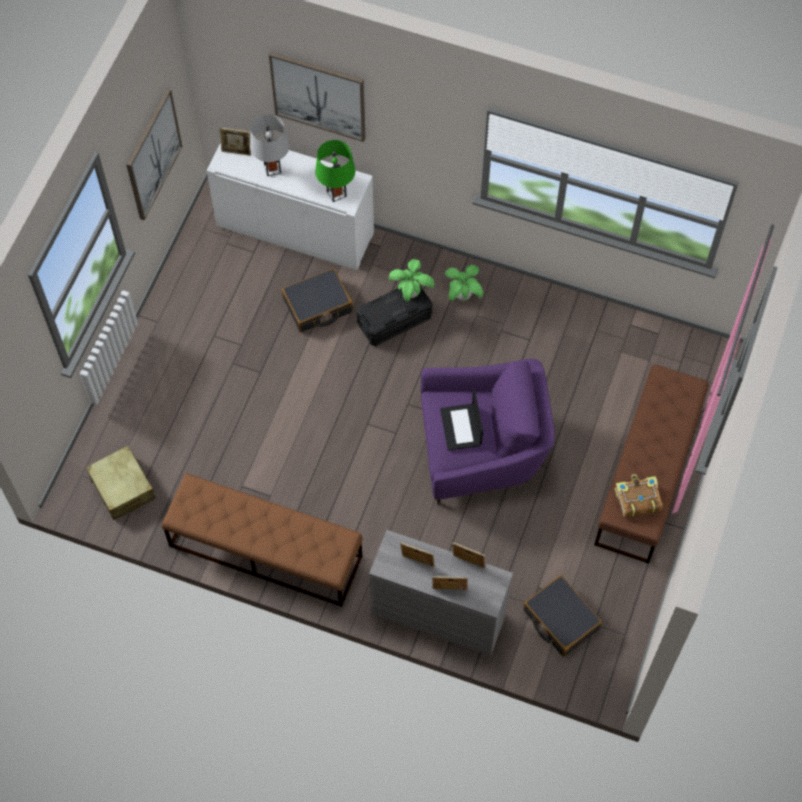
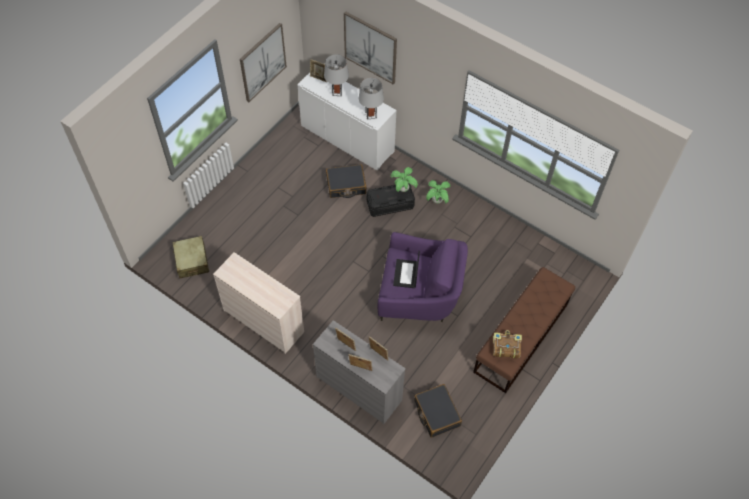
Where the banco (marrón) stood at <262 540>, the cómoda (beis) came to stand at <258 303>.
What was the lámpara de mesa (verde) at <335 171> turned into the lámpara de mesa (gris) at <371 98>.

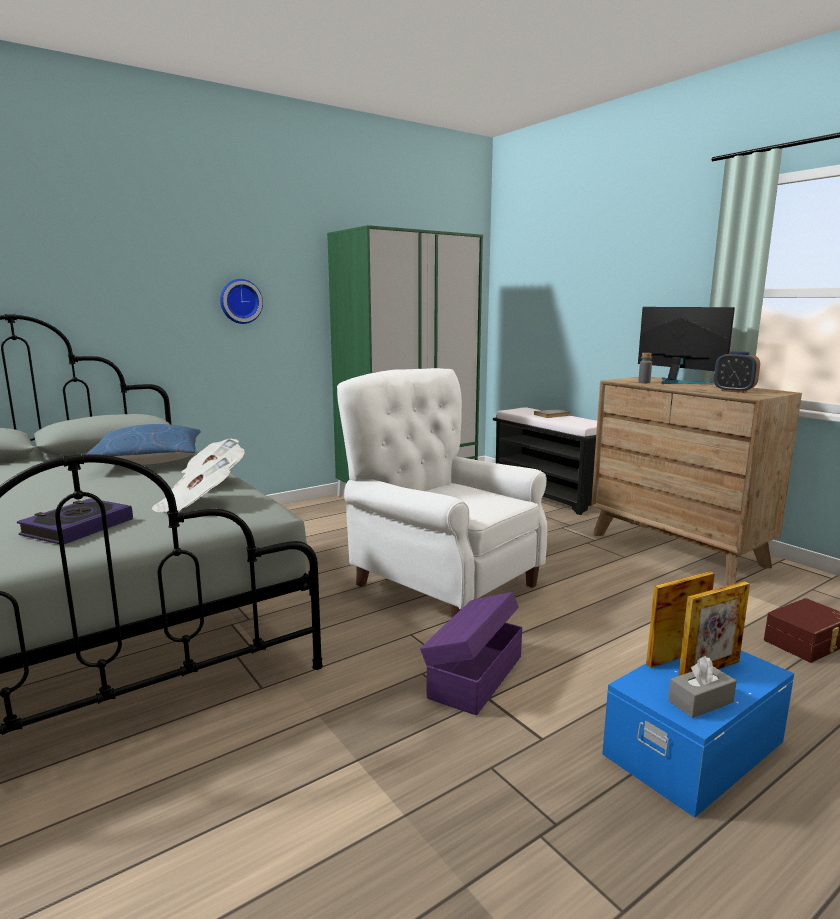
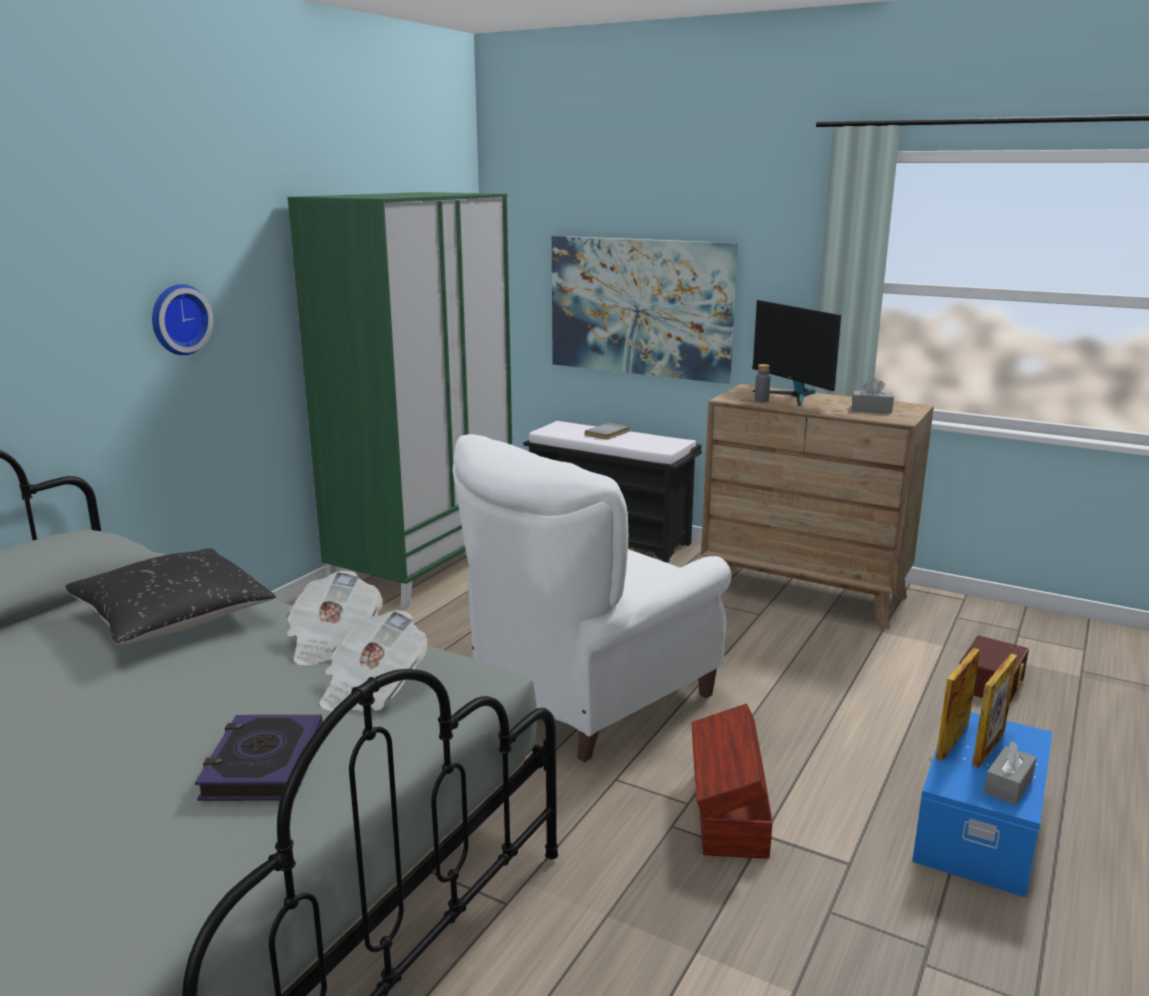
What was the cojín (azul) at <143 444> turned into the cojín (negro) at <171 596>.
The sillón (blanco) at <442 492> ended up facing another way, 60 degrees counterclockwise from before.
What was the caja de almacenaje (morado) at <471 653> turned into the caja de almacenaje (marrón) at <732 781>.
The monitor at <686 345> ended up facing another way, 150 degrees counterclockwise from before.
Where the despertador stood at <737 372>, the caja de pañuelos (gris) came to stand at <873 396>.
The second view gained the cuadro at <645 310>.

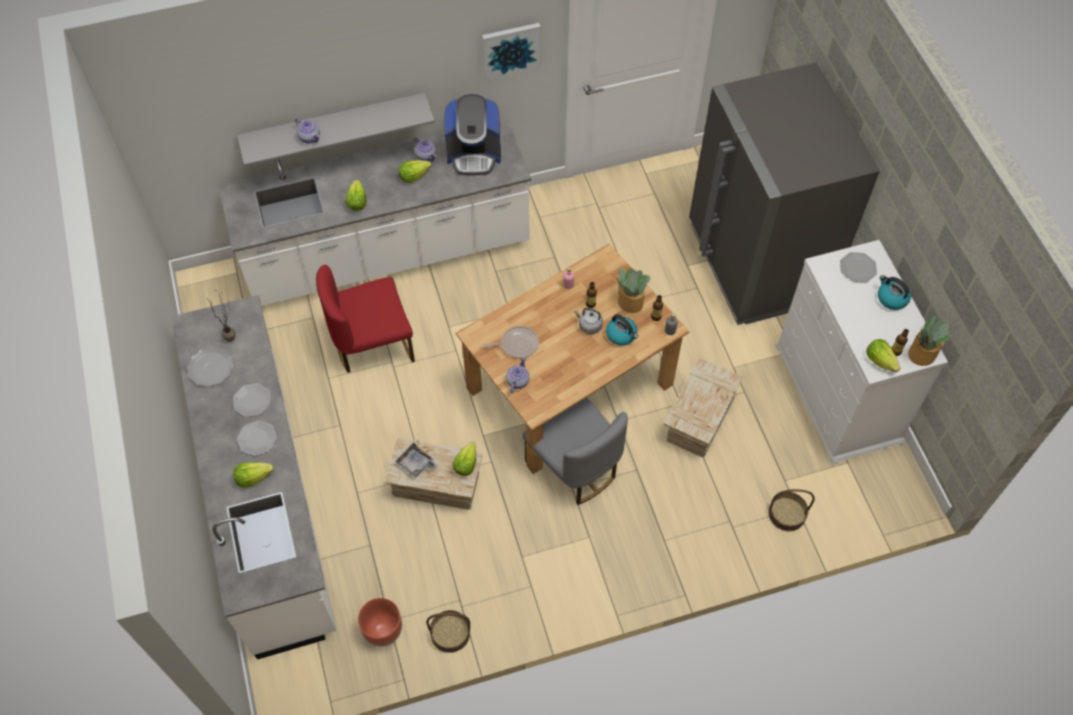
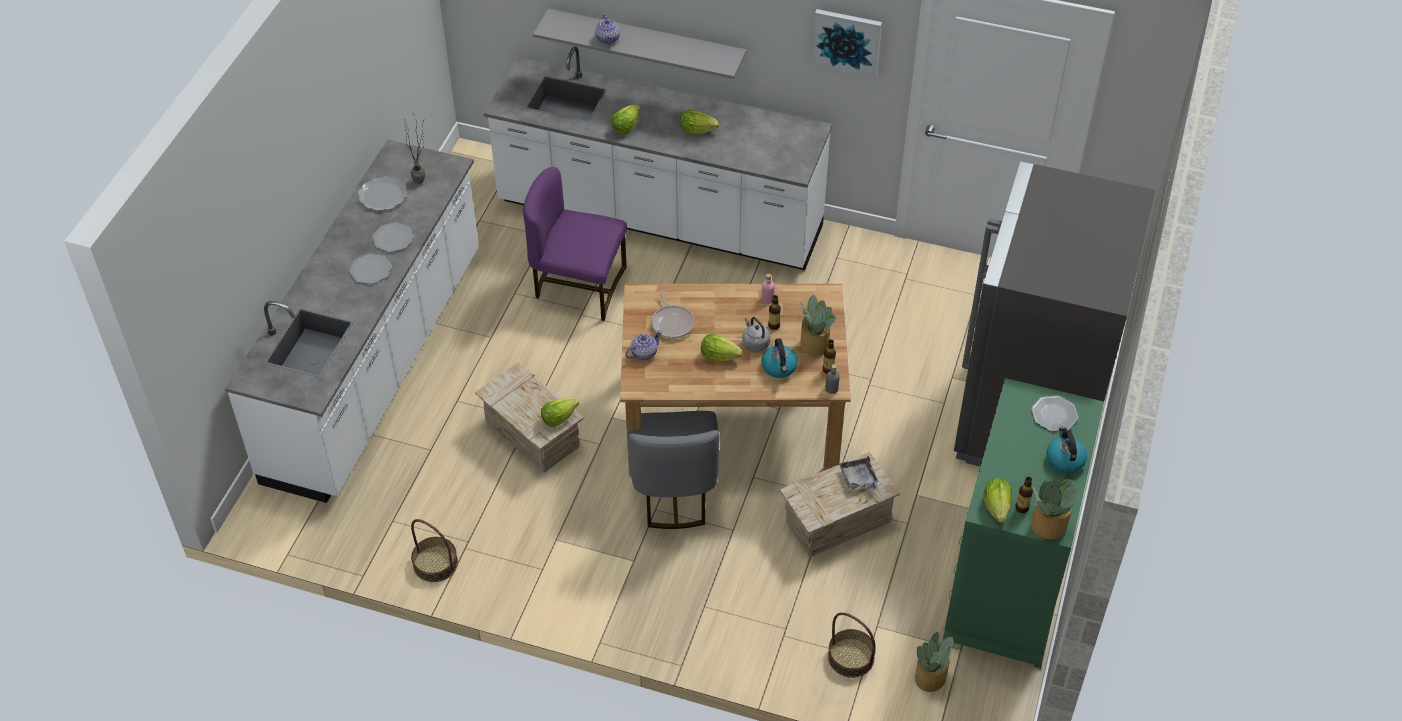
The lechuga ended up elsewhere, having gone from <253 475> to <722 347>.
What was the silla (rojo) at <365 319> turned into the silla (morado) at <575 244>.
The second view lost the maceta (marrón) at <380 622>.
The bandeja (gris) ended up elsewhere, having gone from <416 460> to <859 474>.
The second view lost the tetera at <425 149>.
The second view lost the cafetera at <472 134>.
The sartén at <510 342> ended up facing another way, 45 degrees clockwise from before.
What was the cómoda (blanco) at <861 352> turned into the cómoda (verde) at <1023 523>.
The second view gained the planta en maceta at <934 661>.

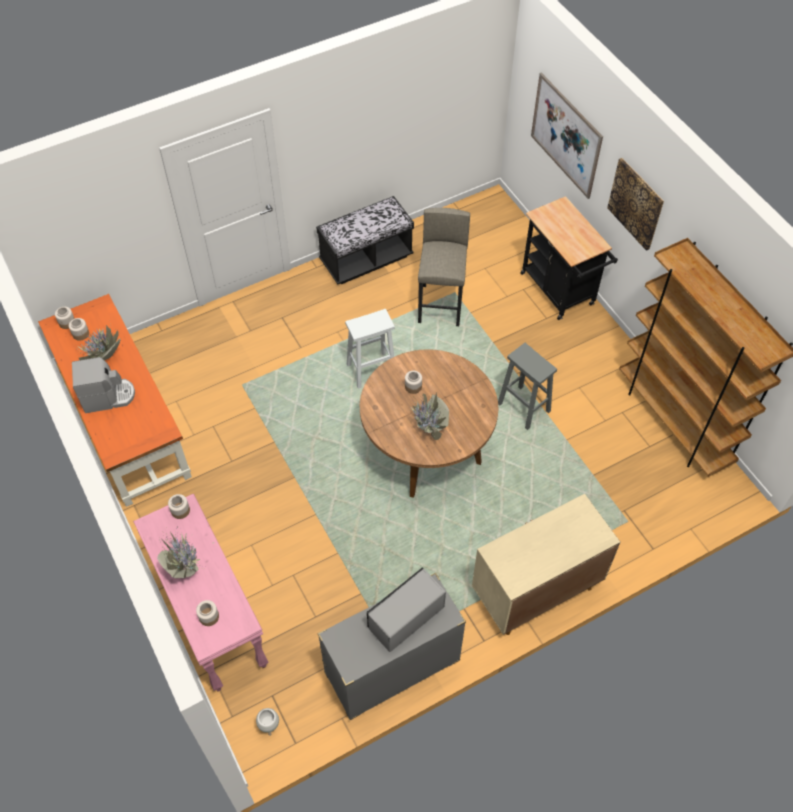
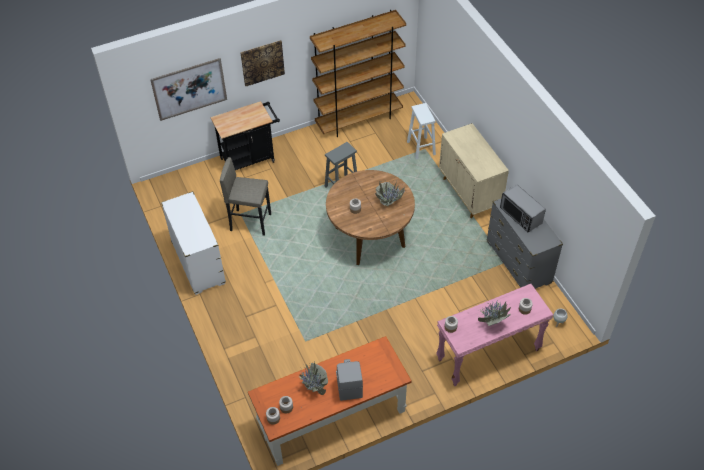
Where the banco (negro) stood at <365 240>, the cómoda (blanco) came to stand at <193 243>.
The taburete (blanco) ended up elsewhere, having gone from <370 349> to <421 131>.

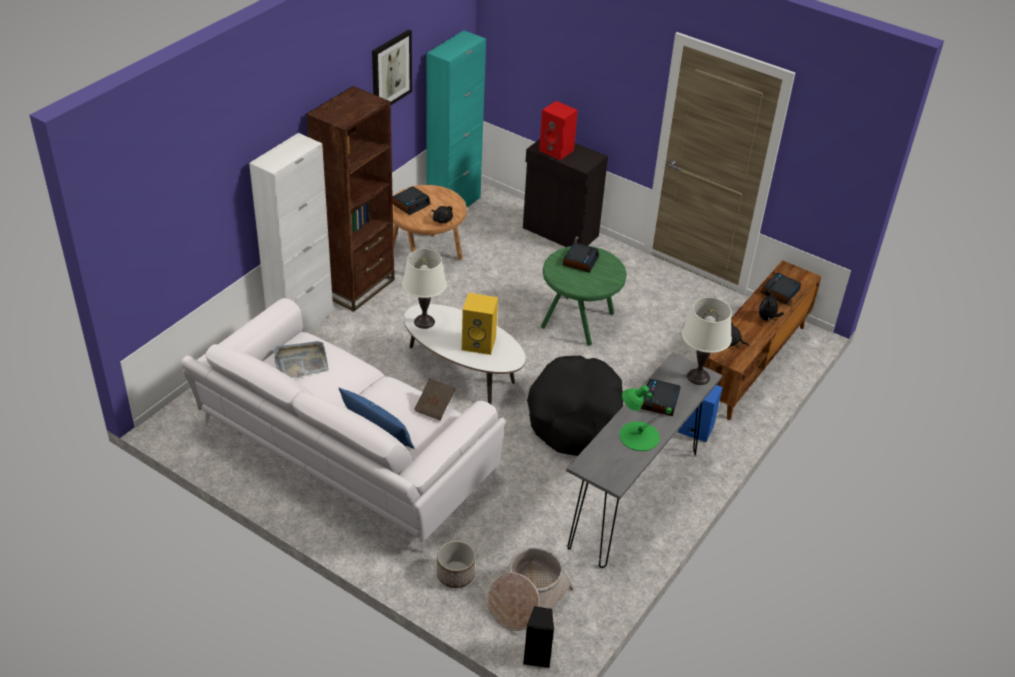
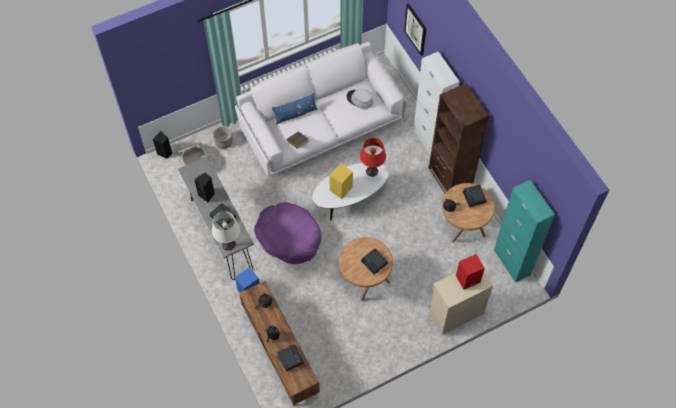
Where the bandeja (gris) stood at <301 359>, the sombrero (gris) came to stand at <360 99>.
The cuadro ended up elsewhere, having gone from <392 67> to <415 30>.
What was the lámpara de mesa (blanco) at <424 289> turned into the lámpara de mesa (rojo) at <373 157>.
What was the armario (negro) at <565 193> turned into the armario (beis) at <461 303>.
What was the cama para perro (negro) at <575 406> turned into the cama para perro (morado) at <288 233>.
What was the mesa auxiliar (verde) at <584 295> turned into the mesa auxiliar (marrón) at <366 269>.
Where the lámpara de mesa (verde) stood at <645 418>, the altavoz (negro) came to stand at <204 187>.

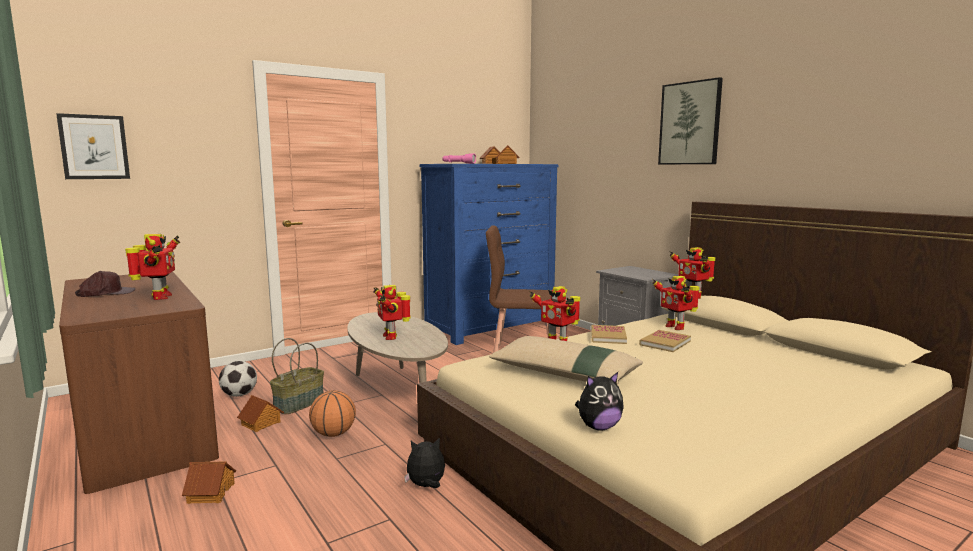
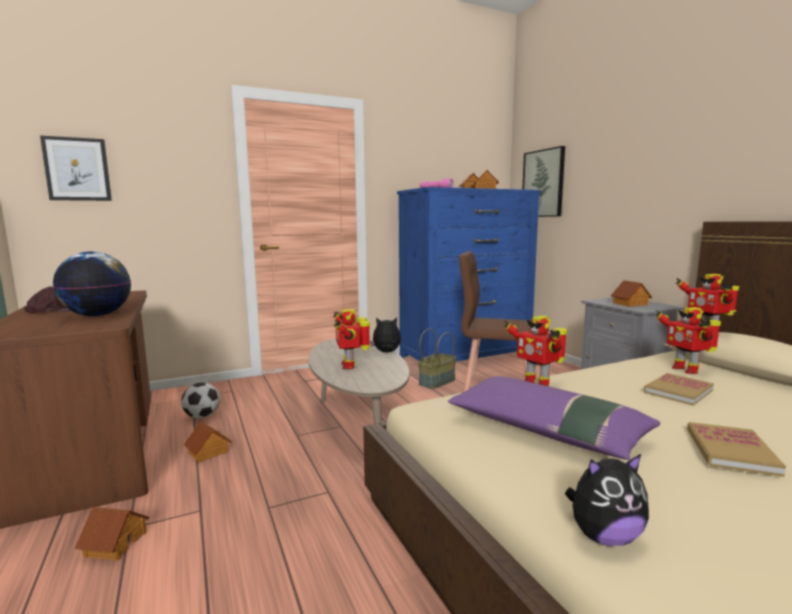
Where the robot de juguete stood at <153 267>, the globo terráqueo came to stand at <92 283>.
The cesta ended up elsewhere, having gone from <297 376> to <437 358>.
The second view lost the balón de baloncesto at <332 413>.
The peluche ended up elsewhere, having gone from <424 463> to <386 334>.
What was the cojín (beis) at <566 360> turned into the cojín (morado) at <554 418>.
The libro ended up elsewhere, having gone from <609 334> to <736 449>.
The cuadro ended up elsewhere, having gone from <690 120> to <543 181>.
The second view gained the casita at <631 293>.

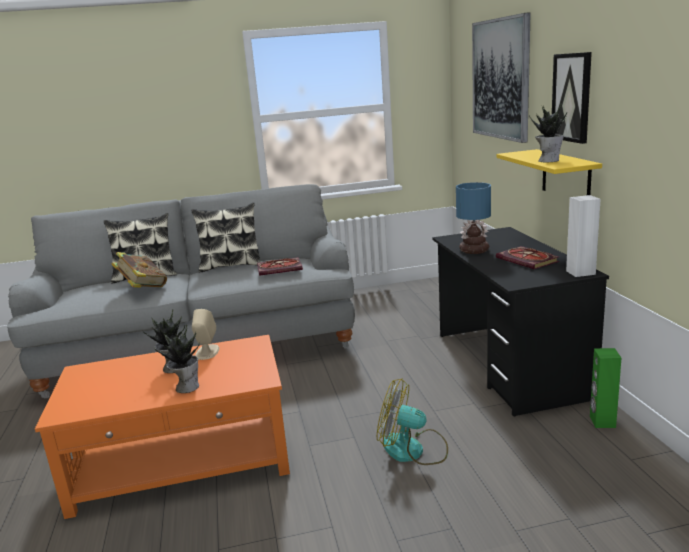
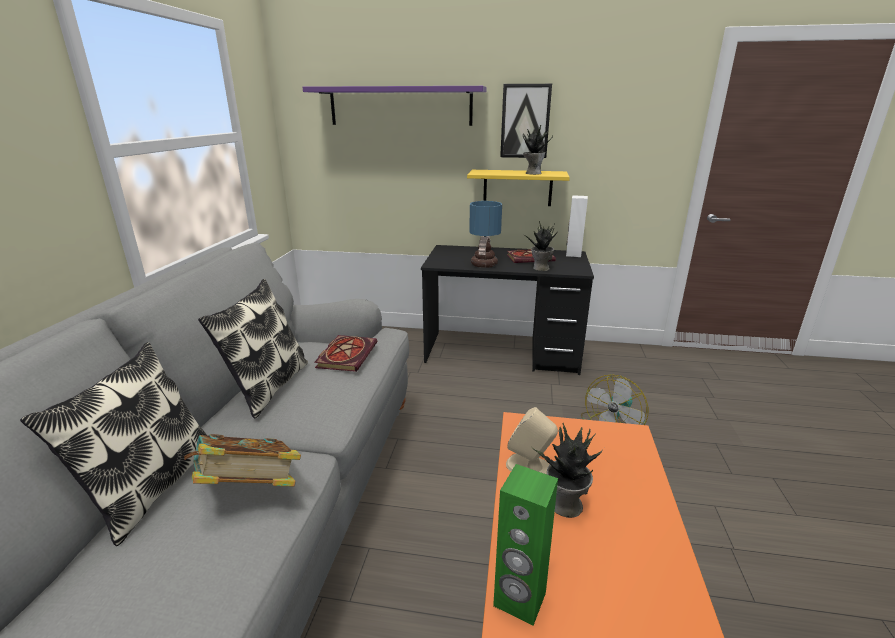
The planta en maceta ended up elsewhere, having gone from <177 359> to <542 246>.
Where the cuadro hung at <501 77>, the estante (morado) came to hang at <394 106>.
The altavoz (verde) ended up elsewhere, having gone from <605 388> to <525 545>.

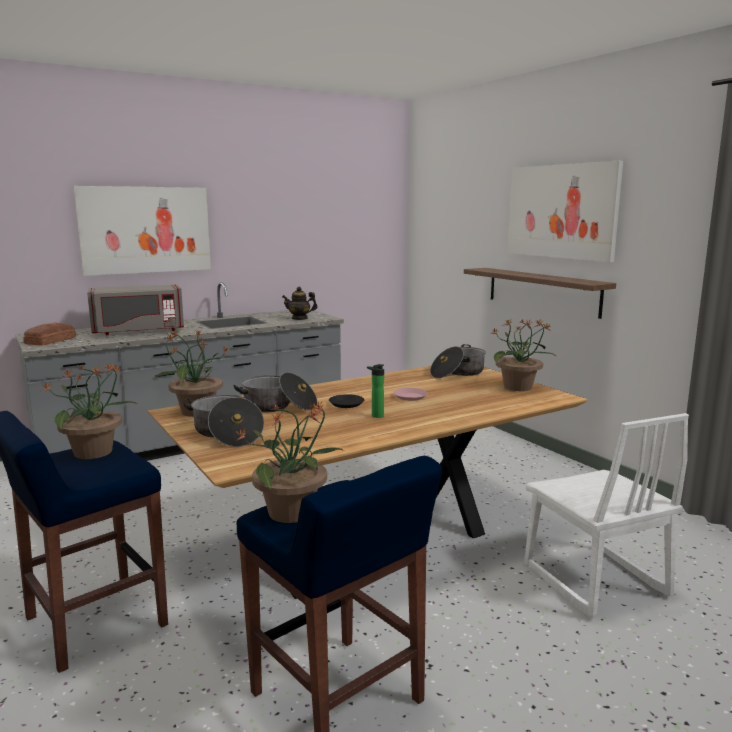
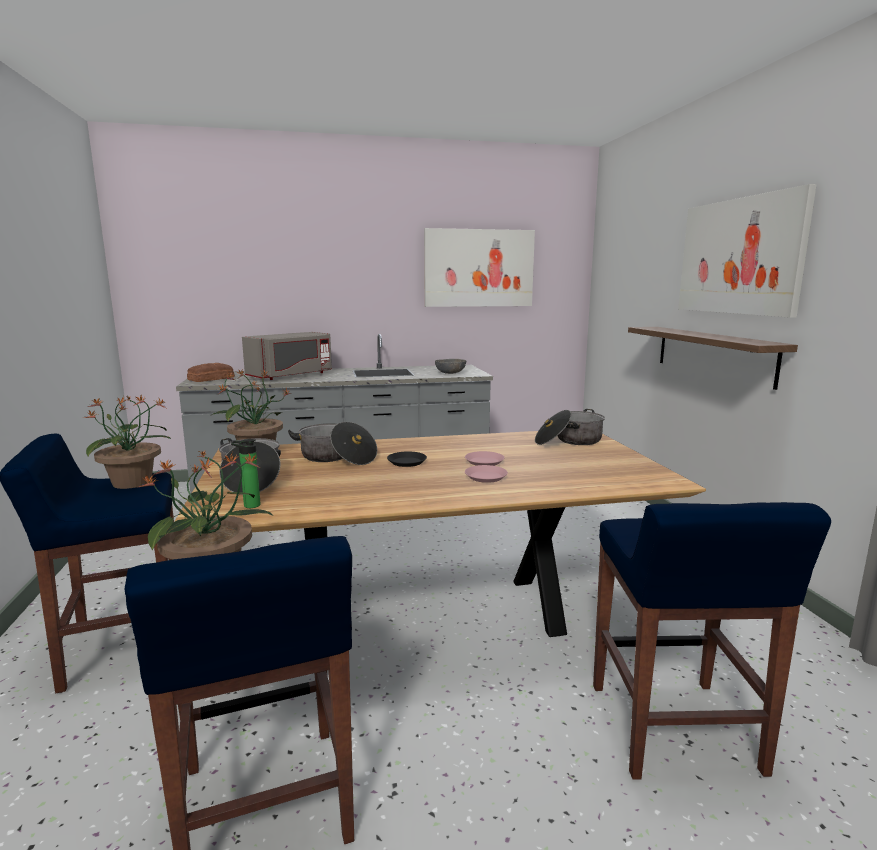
The cuadro ended up elsewhere, having gone from <142 231> to <479 267>.
The microondas (gris) at <135 309> ended up facing another way, 45 degrees counterclockwise from before.
Where the tetera stood at <300 303>, the cuenco (gris) came to stand at <450 366>.
The botella ended up elsewhere, having gone from <375 391> to <246 473>.
The second view lost the planta en maceta at <522 355>.
Where the silla (blanco) stood at <607 515>, the taburete (azul) came to stand at <712 641>.
The second view gained the plato (rosa) at <486 474>.

